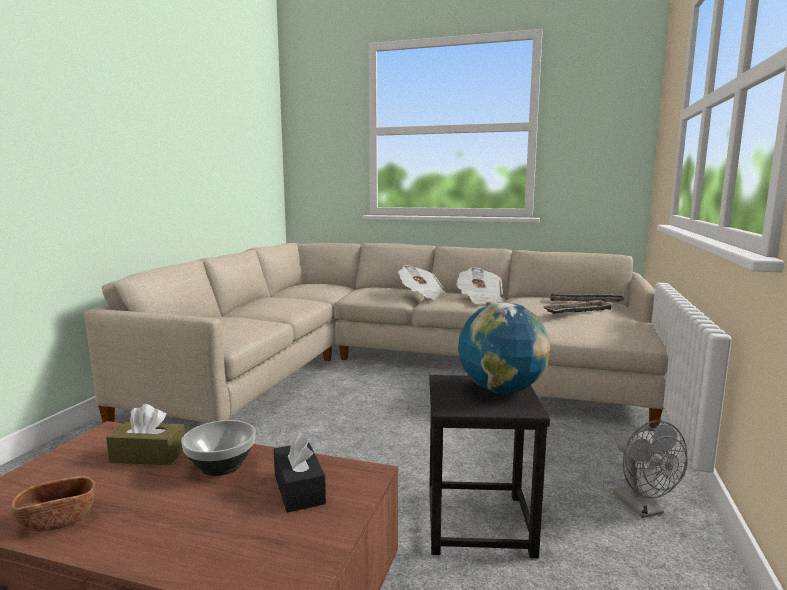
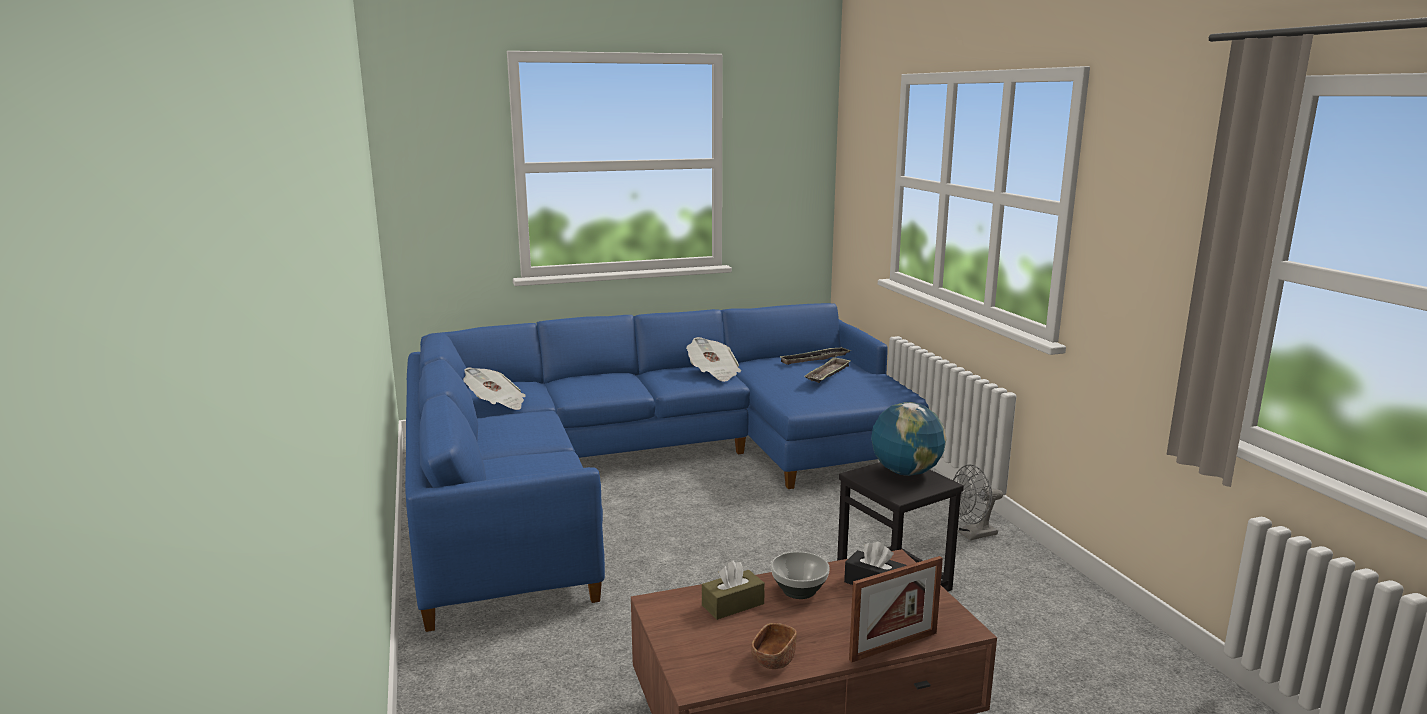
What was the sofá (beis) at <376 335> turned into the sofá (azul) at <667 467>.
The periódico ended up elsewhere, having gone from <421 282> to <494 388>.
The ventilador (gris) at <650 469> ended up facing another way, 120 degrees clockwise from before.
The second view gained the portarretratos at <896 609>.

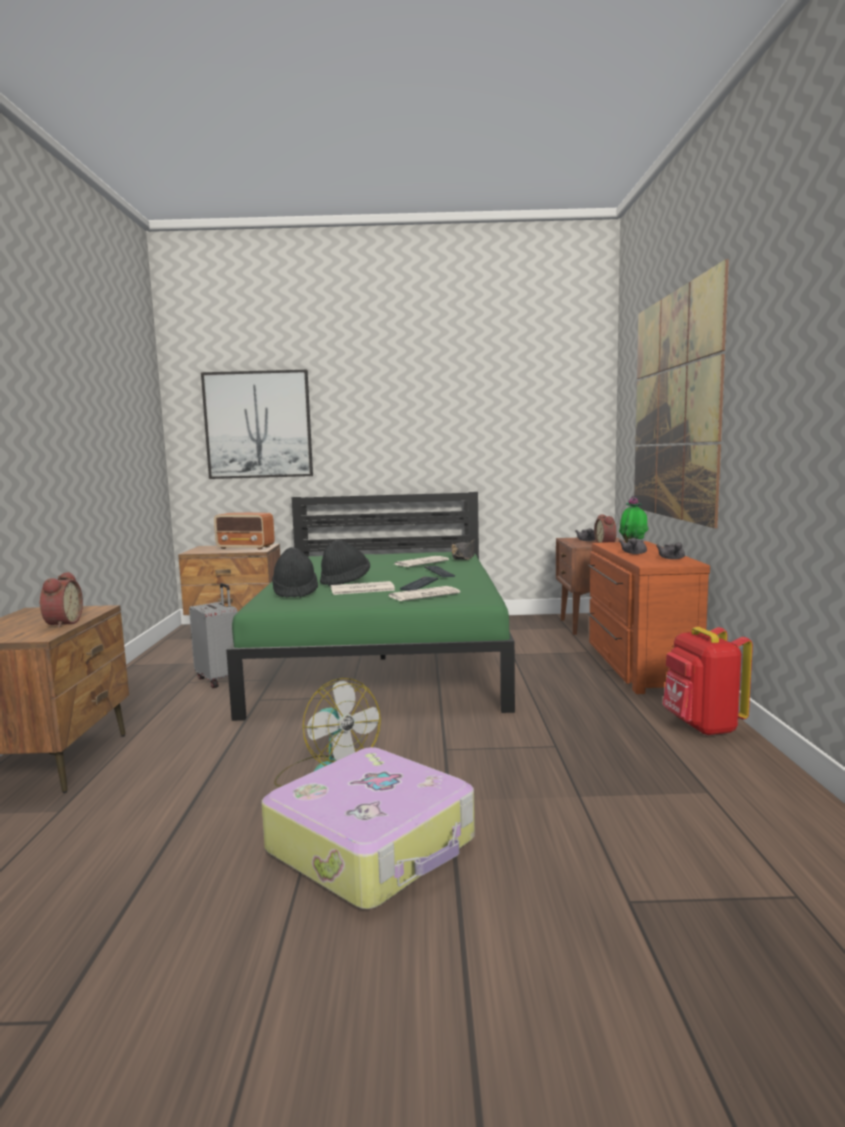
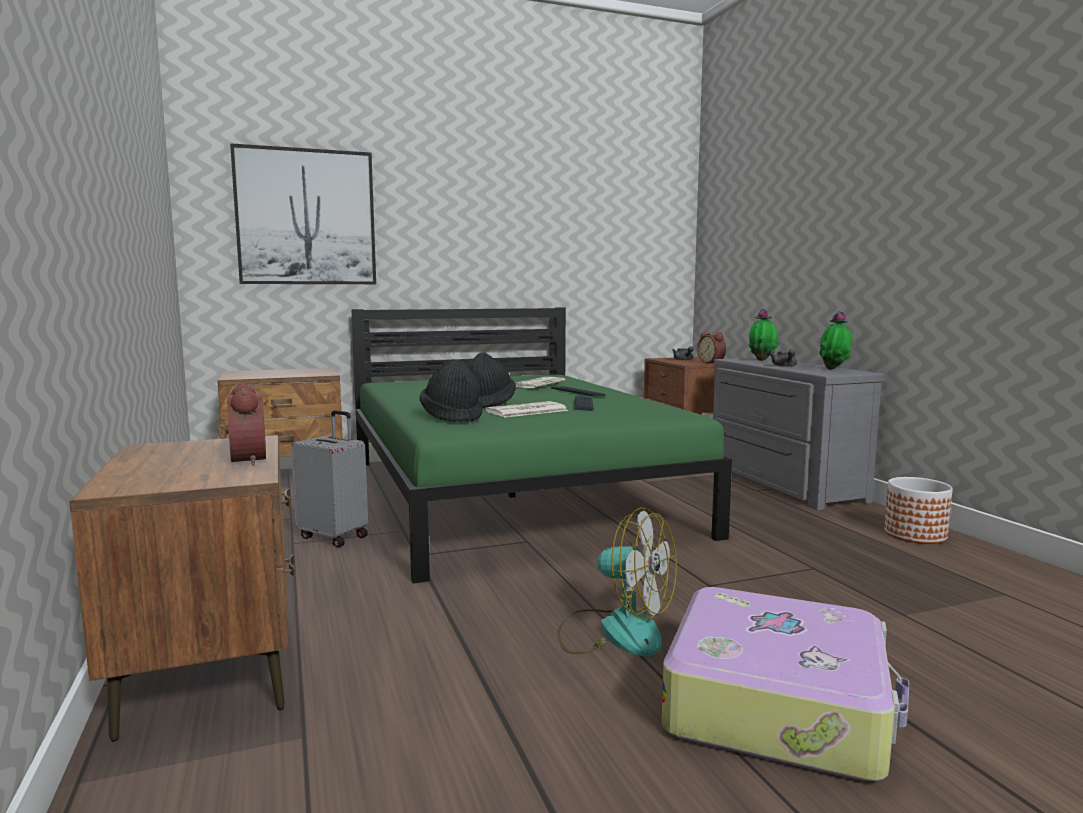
The second view lost the radio at <244 530>.
The second view lost the periódico at <424 593>.
The second view lost the sombrero (negro) at <463 549>.
What was the cómoda (marrón) at <649 617> turned into the cómoda (gris) at <798 434>.
The second view lost the cuadro at <681 393>.
Where the tetera (gris) stood at <670 550>, the planta en maceta came to stand at <835 340>.
Where the mochila (rojo) stood at <708 681>, the maceta came to stand at <918 510>.

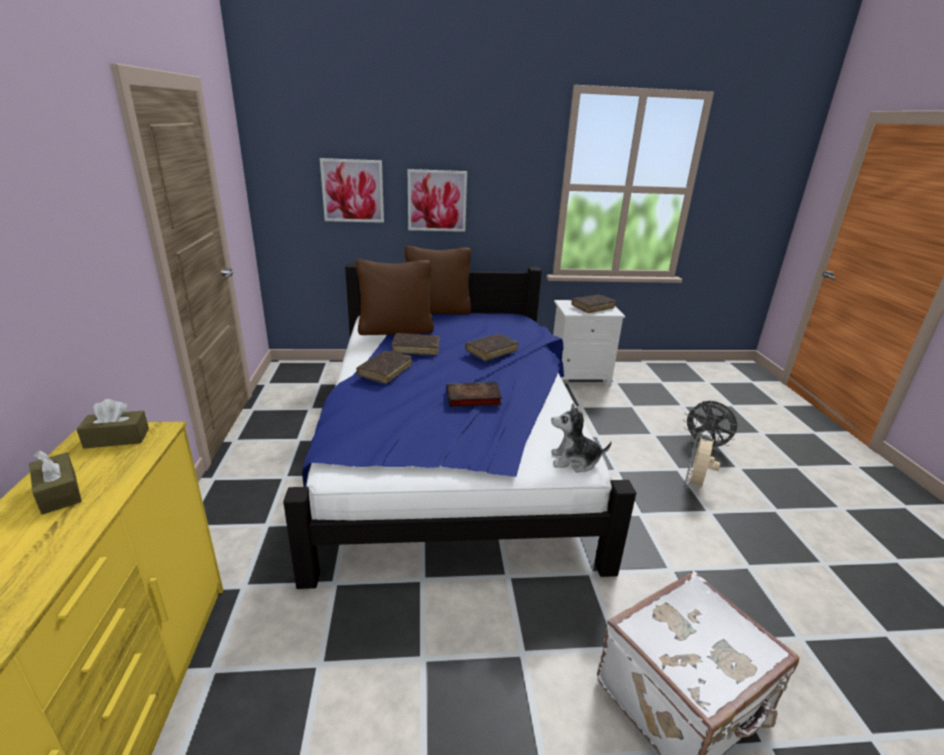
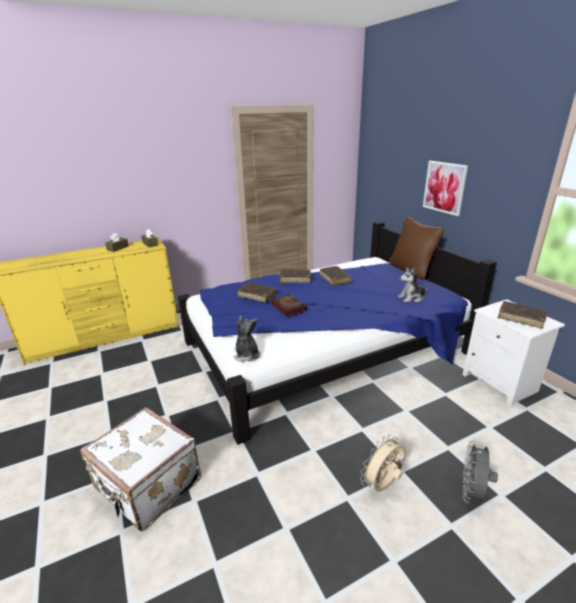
The second view lost the cuadro at <352 190>.
The second view lost the cojín (marrón) at <395 297>.
The libro (marrón) ended up elsewhere, having gone from <491 347> to <257 292>.
The ventilador (beis) at <702 460> ended up facing another way, 45 degrees counterclockwise from before.
The second view gained the peluche at <413 285>.

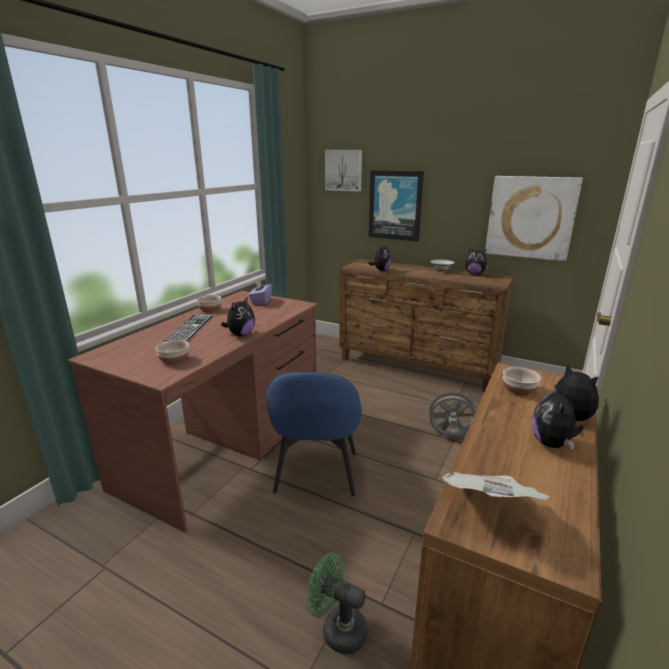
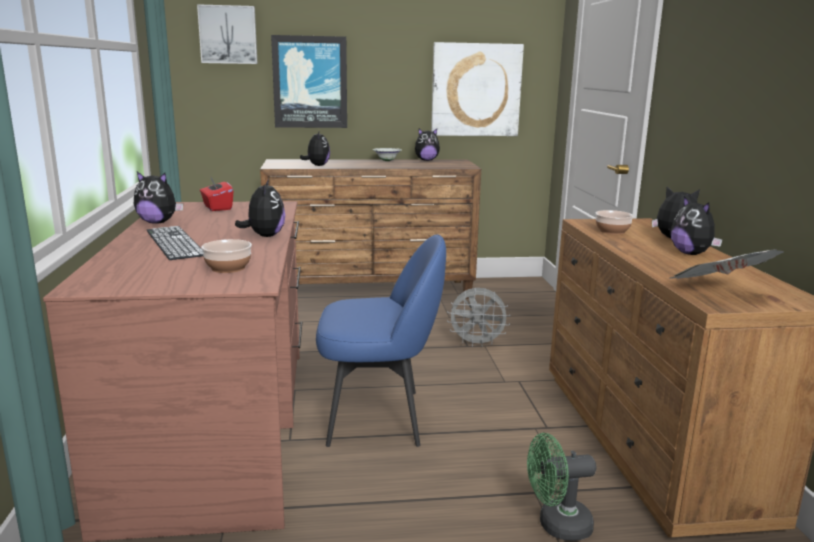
Where the cuenco stood at <208 303>, the peluche came to stand at <158 198>.
What was the caja de pañuelos (morado) at <260 292> turned into the caja de pañuelos (rojo) at <216 193>.
The silla (azul) at <314 434> ended up facing another way, 60 degrees counterclockwise from before.
The ventilador (gris) at <451 413> ended up facing another way, 150 degrees counterclockwise from before.

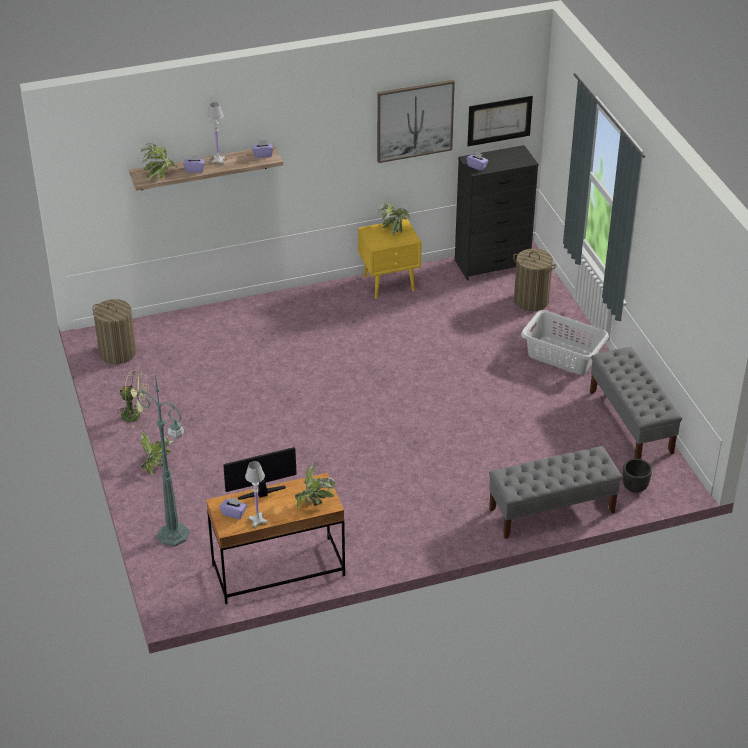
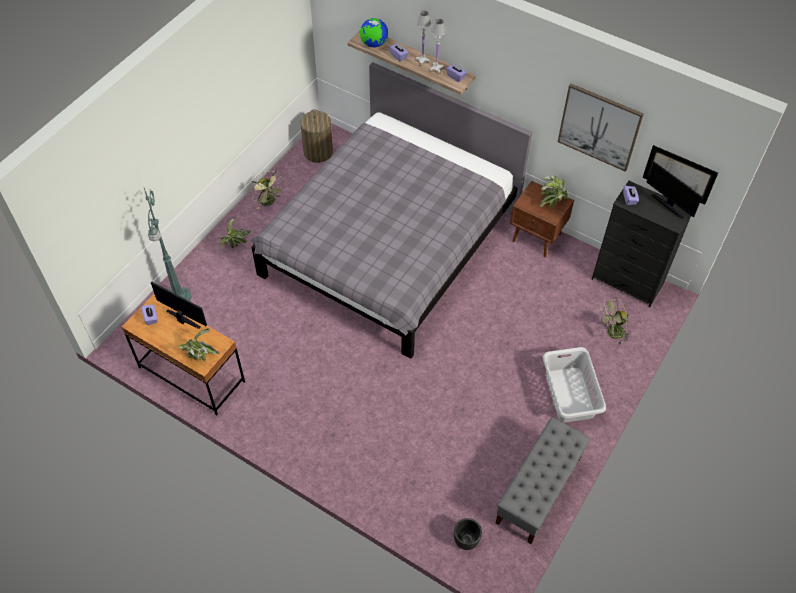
Where the planta en maceta stood at <159 162>, the globo terráqueo came to stand at <374 33>.
The lámpara de mesa (blanco) ended up elsewhere, having gone from <256 494> to <437 46>.
What was the mesita de noche (amarillo) at <390 259> turned into the mesita de noche (marrón) at <542 219>.
The second view lost the banco (gris) at <555 492>.
Where the cesto de la ropa stood at <534 280>, the ventilador (verde) came to stand at <615 321>.
The second view gained the cama (gris) at <391 210>.
The second view gained the monitor at <674 190>.

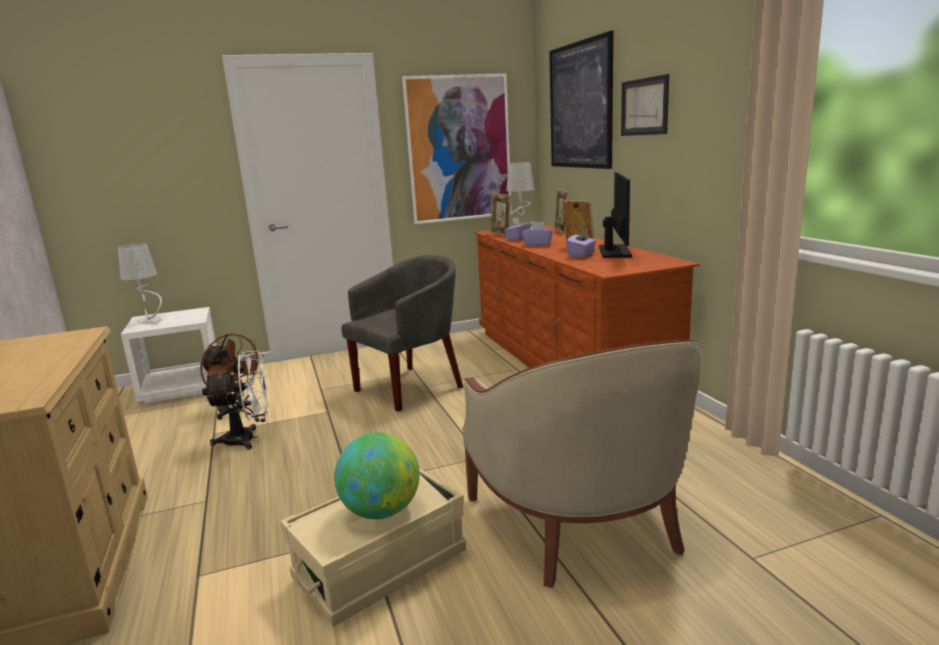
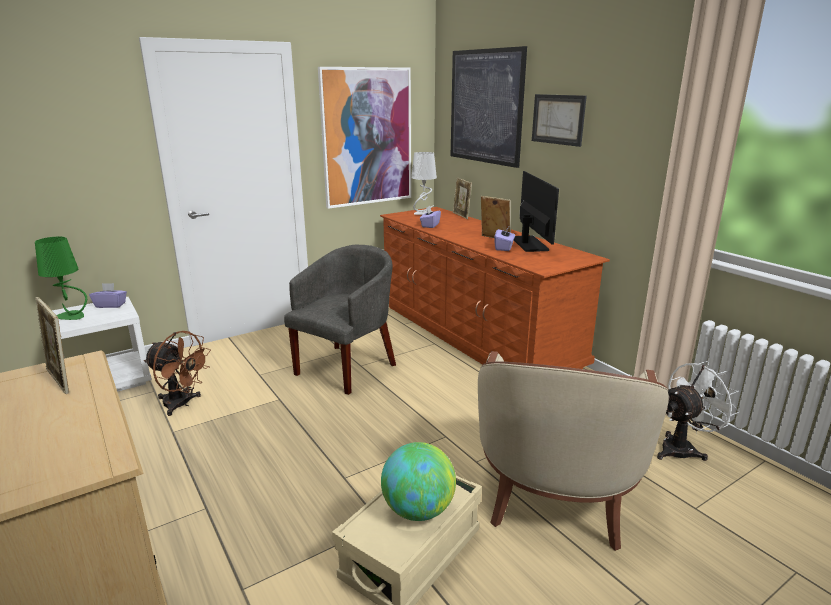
What was the lámpara de mesa (gris) at <140 283> turned into the lámpara de mesa (verde) at <61 278>.
The ventilador (blanco) ended up elsewhere, having gone from <235 400> to <698 411>.
The sillón (beis) at <581 464> ended up facing another way, 45 degrees clockwise from before.
The portarretratos ended up elsewhere, having gone from <501 214> to <52 345>.
The caja de pañuelos (morado) ended up elsewhere, having gone from <537 234> to <108 295>.

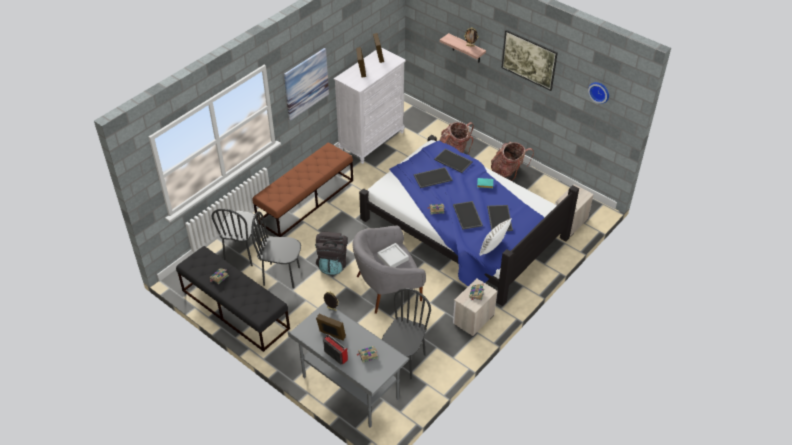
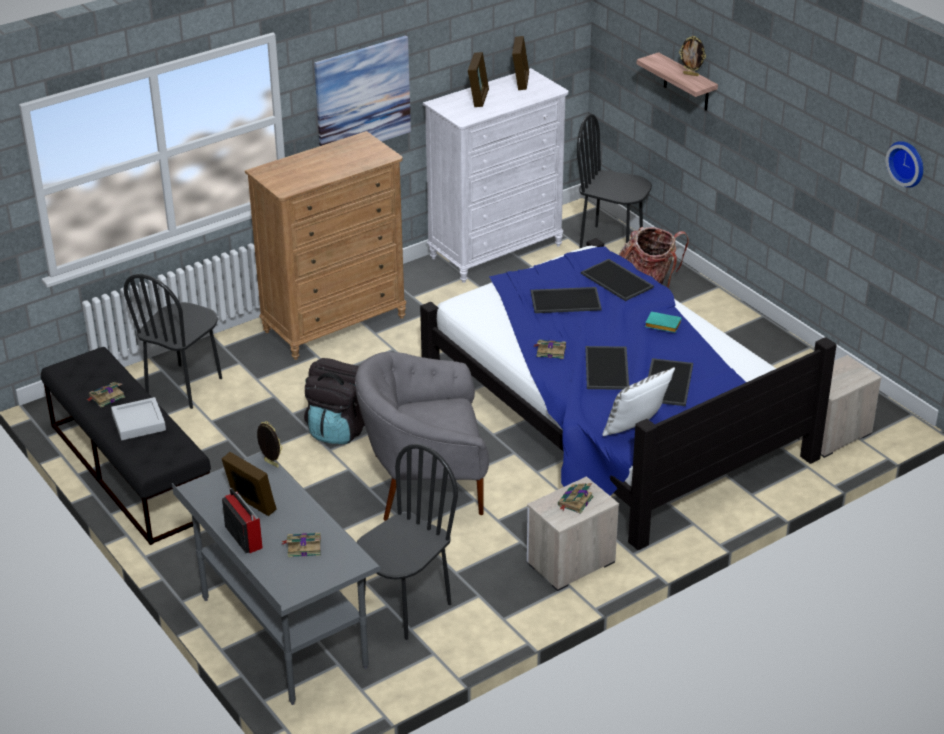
The silla (negro) ended up elsewhere, having gone from <276 249> to <614 181>.
Where the banco (marrón) stood at <303 189>, the cómoda (marrón) came to stand at <325 245>.
The bandeja (gris) ended up elsewhere, having gone from <393 255> to <138 418>.
The second view lost the mochila at <512 161>.
The second view lost the cuadro at <529 60>.

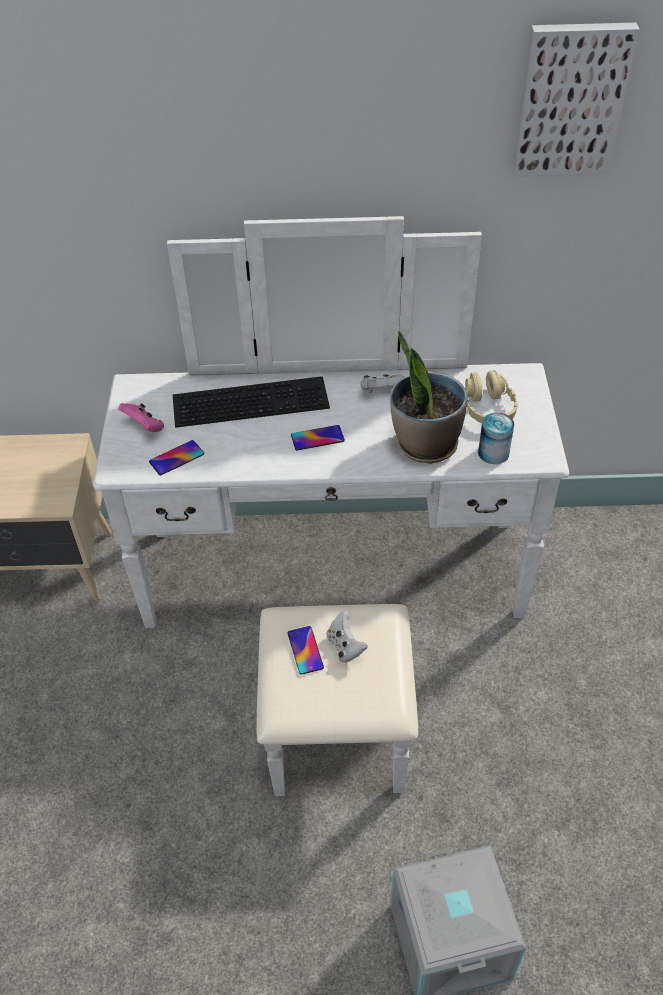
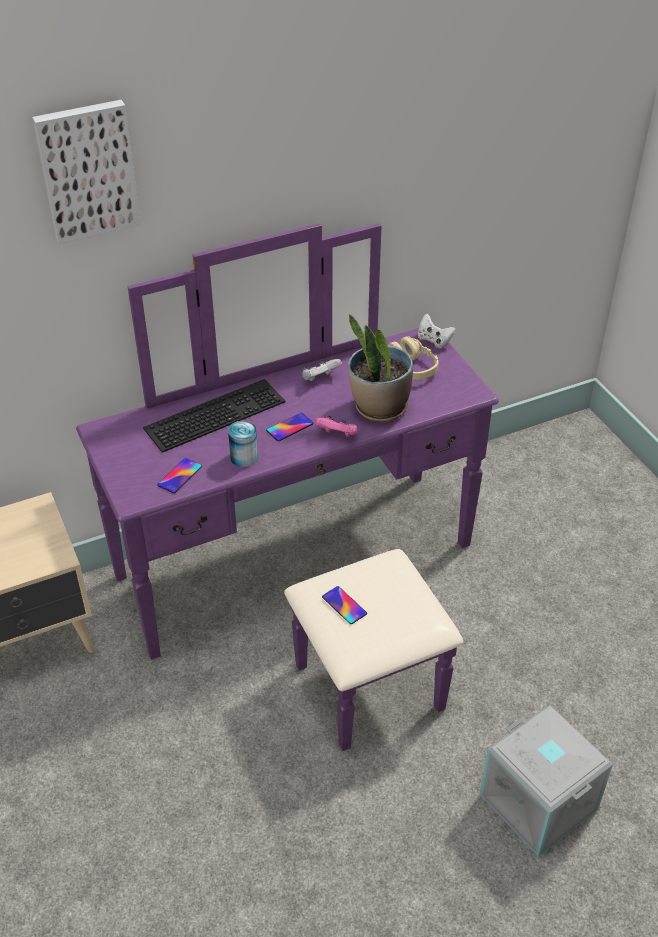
What was the cómoda (blanco) at <331 506> turned into the cómoda (morado) at <287 487>.
The mando de consola (rosa) ended up elsewhere, having gone from <141 418> to <336 426>.
The mando de consola (blanco) ended up elsewhere, having gone from <347 637> to <436 331>.
The lata ended up elsewhere, having gone from <496 438> to <243 444>.
The cuadro ended up elsewhere, having gone from <576 100> to <86 172>.

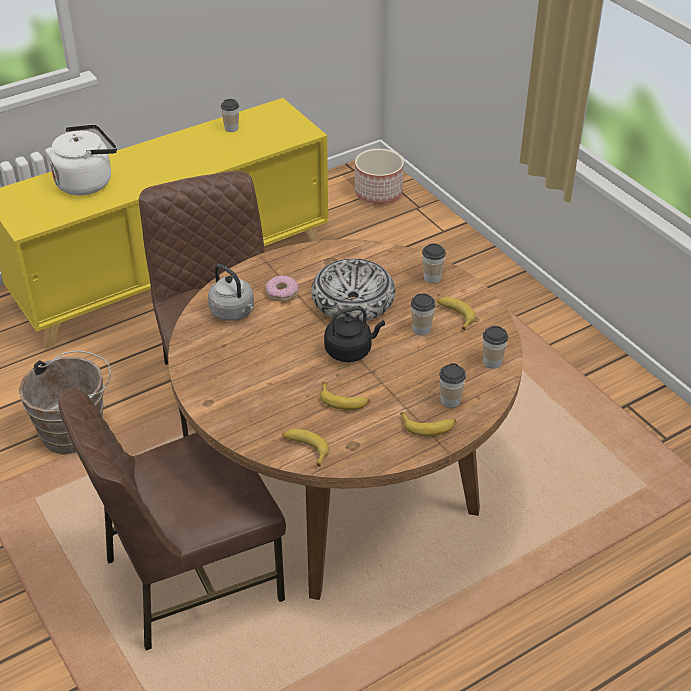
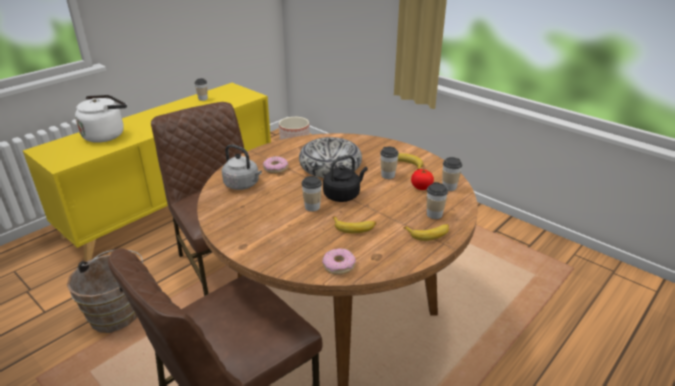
Where the plátano stood at <305 448>, the rosquilla came to stand at <339 261>.
The taza ended up elsewhere, having gone from <434 263> to <312 194>.
The second view gained the tomate at <422 179>.

